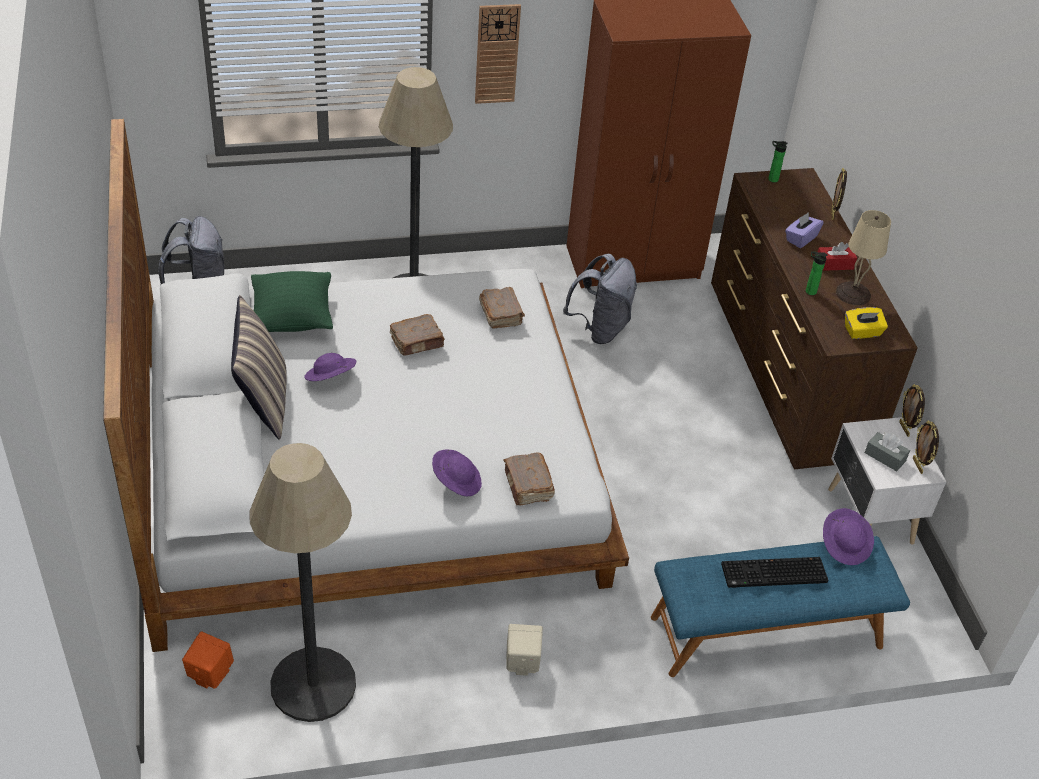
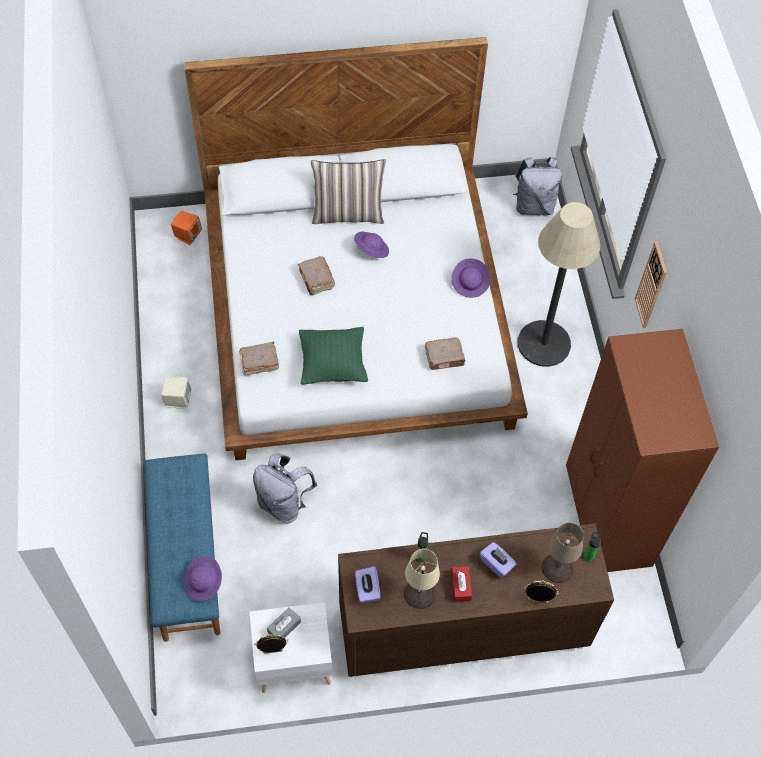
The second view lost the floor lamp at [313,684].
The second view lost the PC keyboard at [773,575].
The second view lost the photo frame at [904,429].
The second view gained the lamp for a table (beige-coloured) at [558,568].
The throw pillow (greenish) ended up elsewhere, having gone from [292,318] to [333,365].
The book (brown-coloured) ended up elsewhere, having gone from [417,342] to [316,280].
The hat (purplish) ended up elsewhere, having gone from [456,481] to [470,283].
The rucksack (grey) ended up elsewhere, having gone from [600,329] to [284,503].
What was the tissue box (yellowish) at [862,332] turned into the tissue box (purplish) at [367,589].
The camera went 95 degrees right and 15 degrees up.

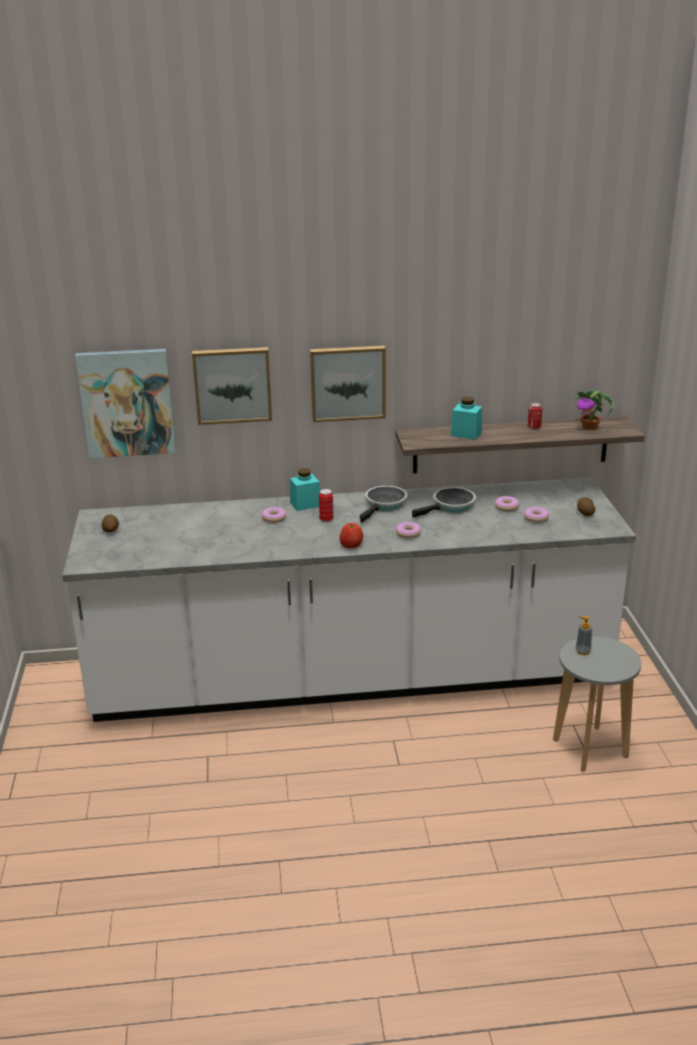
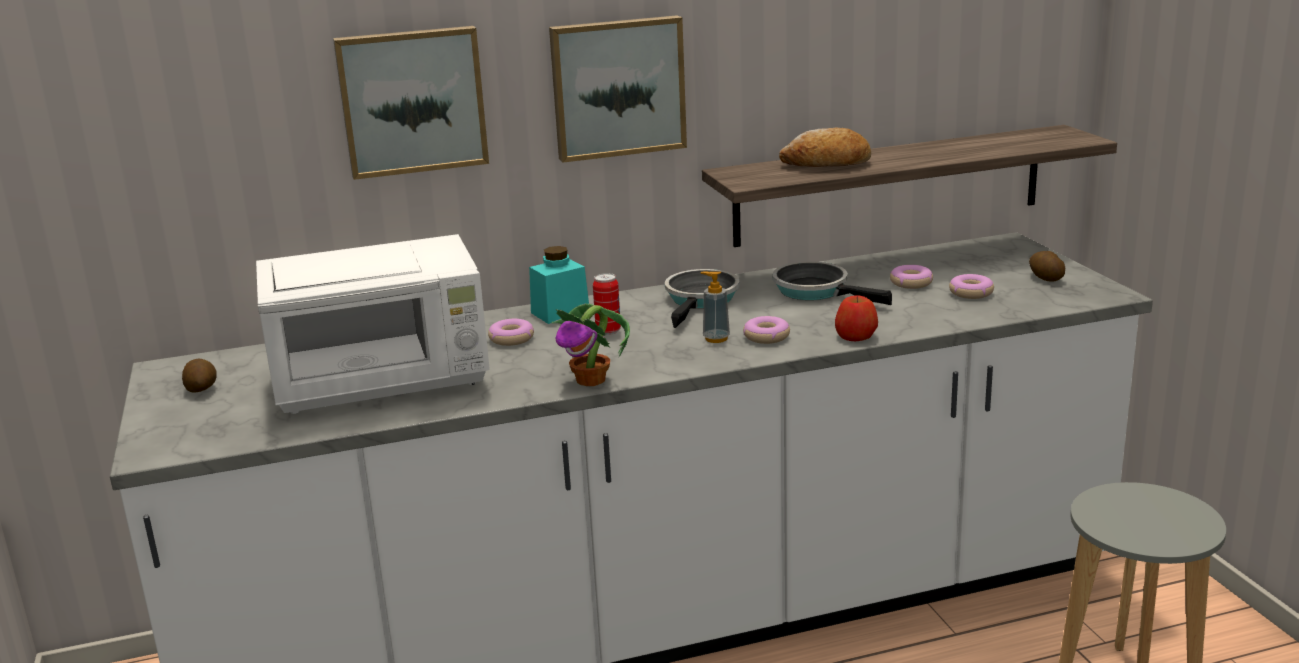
The second view lost the wall picture at [127,403].
The second view lost the can at [534,427].
The second view gained the kitchen microwave (whitish) at [384,382].
The apple ended up elsewhere, having gone from [351,545] to [856,336].
The houseplant ended up elsewhere, having gone from [590,427] to [592,380].
The liquid soap bottle ended up elsewhere, having gone from [583,651] to [716,338].
Where the preserve jar (turquoise-coloured) stood at [466,434], the bakery bread came to stand at [826,164].
The skillet at [451,506] ended up facing another way, 90 degrees counterclockwise from before.
The camera went 10 degrees left and 5 degrees down.

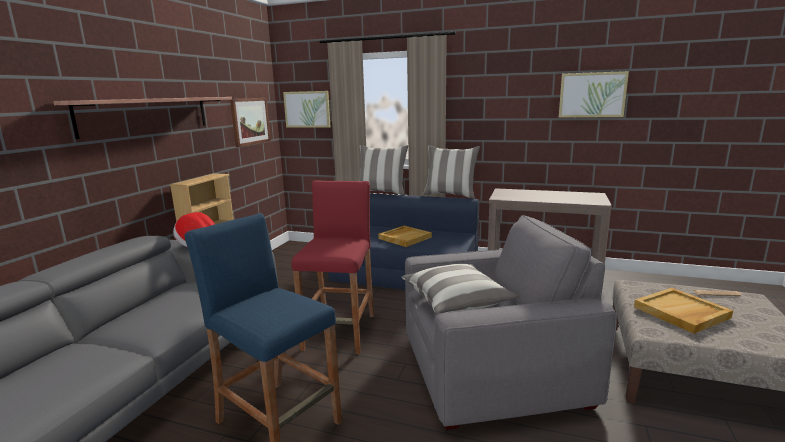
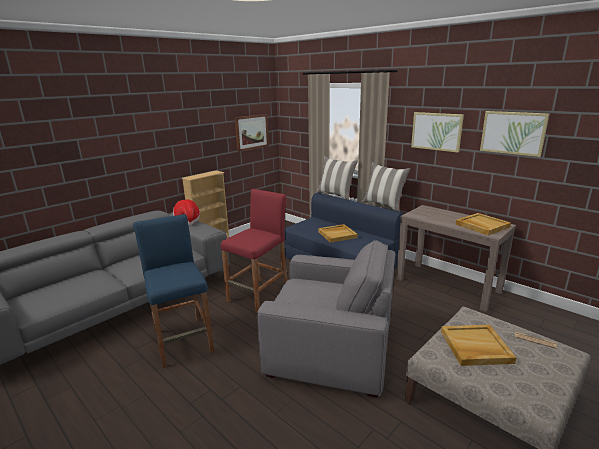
The second view lost the shelf at [147,115].
The second view lost the throw pillow at [456,301].
The second view gained the tray (beige-coloured) at [481,225].
The wall picture ended up elsewhere, having gone from [307,109] to [436,131].
The camera went 25 degrees right and 5 degrees up.

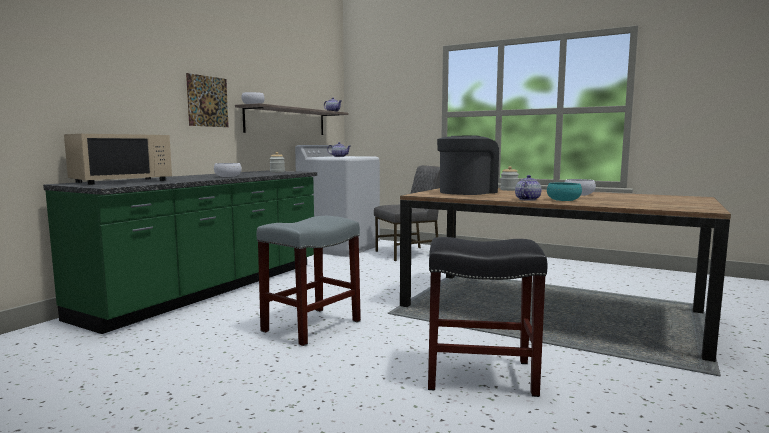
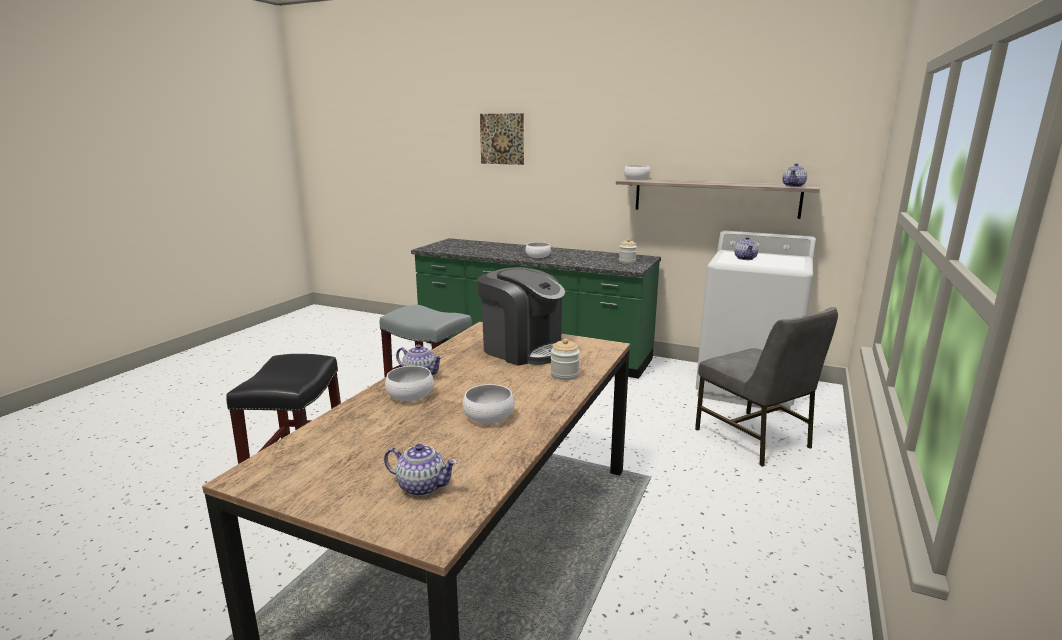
The second view lost the kitchen microwave (beige-coloured) at [121,181].
The second view gained the tea pot at [421,486].
The wall picture ended up elsewhere, having gone from [208,101] to [502,139].
What was the deep dish (turquoise-coloured) at [563,200] turned into the deep dish (whitish) at [410,395].
The camera went 85 degrees right and 10 degrees up.

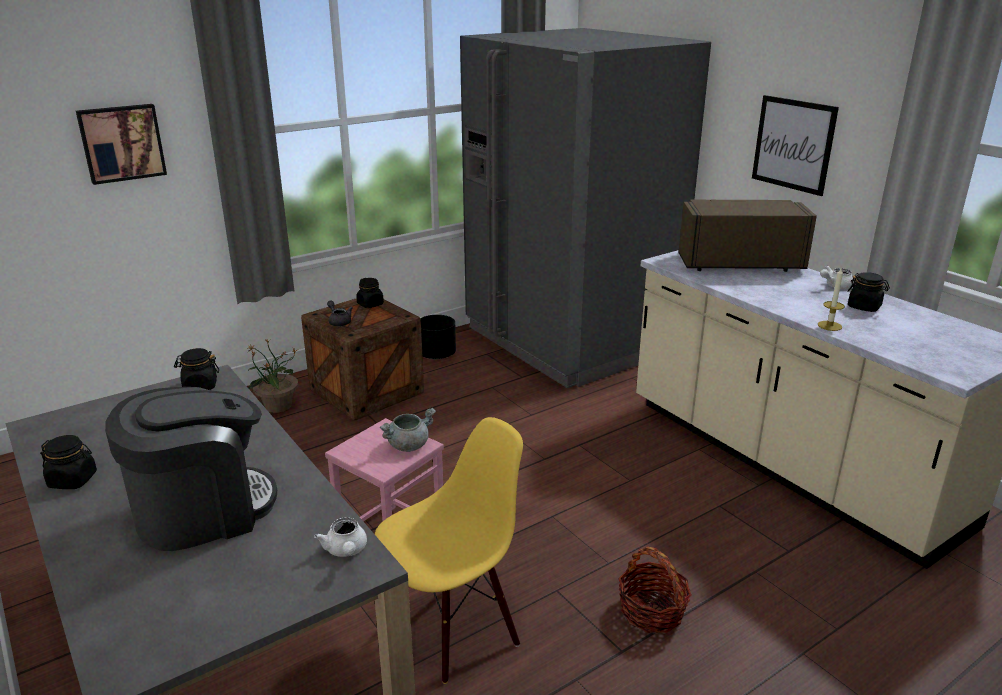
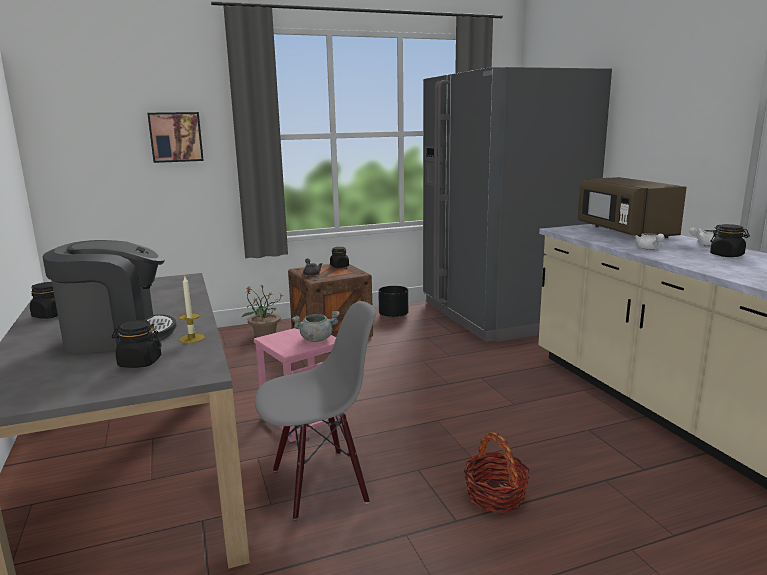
The second view lost the wall picture at [793,144].
The preserve jar (black) ended up elsewhere, having gone from [200,386] to [139,362].
The tea pot (whitish) ended up elsewhere, having gone from [346,551] to [649,249].
The wax light ended up elsewhere, having gone from [829,326] to [192,338].
What was the chair (yellowish) at [453,629] turned into the chair (grey) at [320,484].
The kitchen microwave (brown-coloured) at [739,263] ended up facing another way, 120 degrees counterclockwise from before.
The camera went 15 degrees right and 10 degrees down.

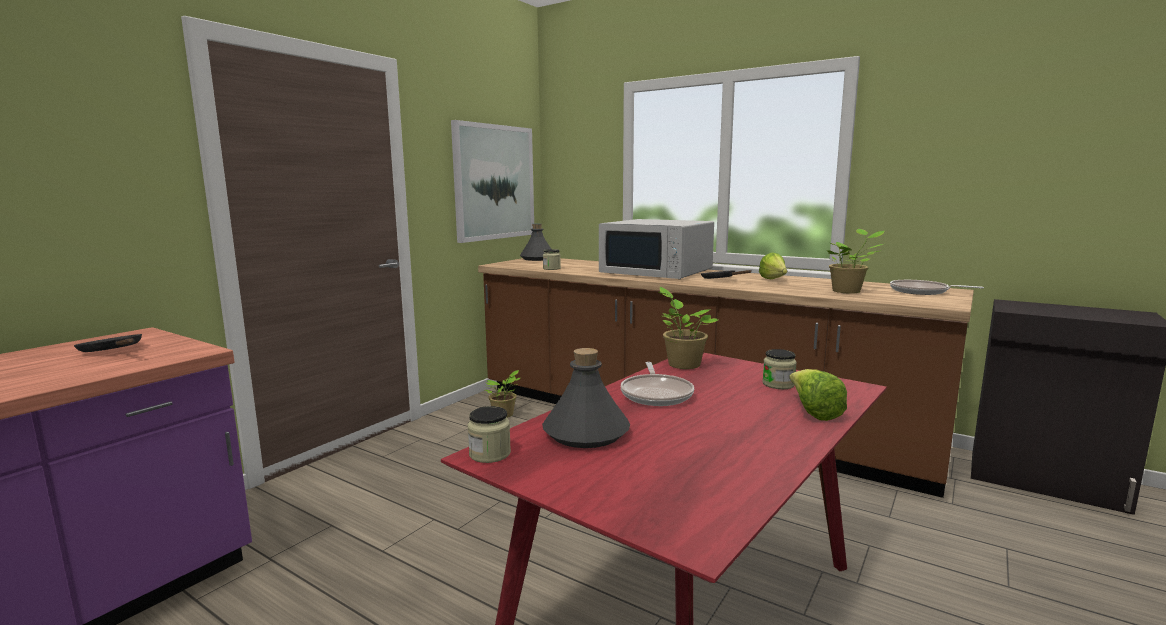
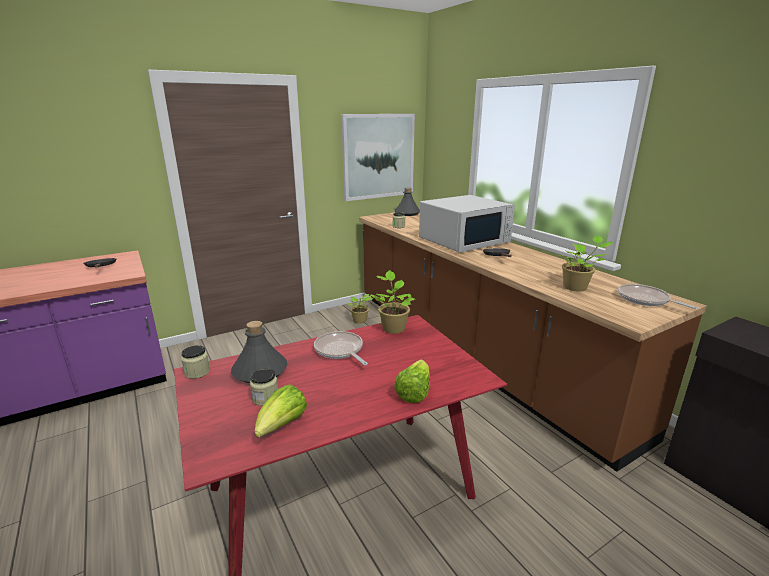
The head of lettuce ended up elsewhere, having gone from [774,280] to [282,426].
The preserve jar ended up elsewhere, having gone from [778,384] to [265,398].
The kitchen microwave (whitish) at [657,272] ended up facing another way, 90 degrees counterclockwise from before.
The skillet at [656,394] ended up facing another way, 120 degrees clockwise from before.
The camera went 25 degrees right and 10 degrees up.

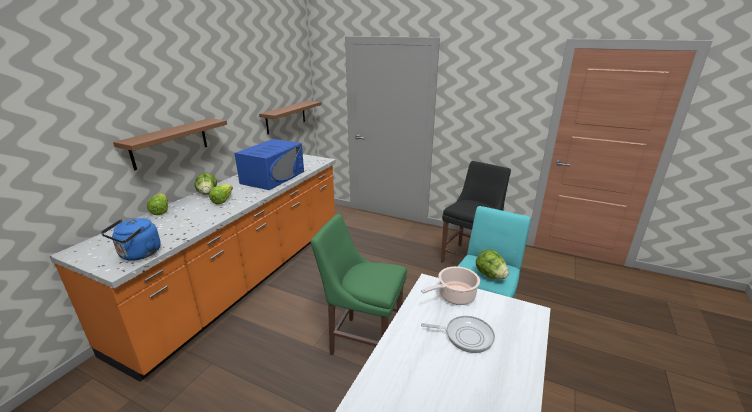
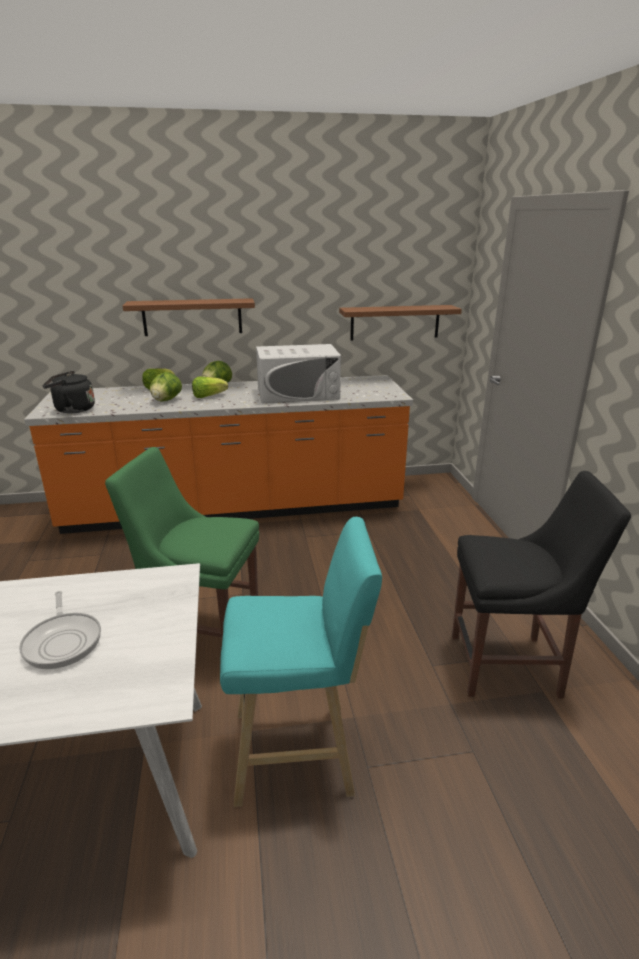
The second view lost the saucepot at [454,296].
The head of lettuce ended up elsewhere, having gone from [490,275] to [166,400].
What was the kettle (bluish) at [138,254] turned into the kettle (black) at [72,410].
What was the kitchen microwave (bluish) at [273,177] turned into the kitchen microwave (whitish) at [298,393].
The chair (greenish) at [362,340] ended up facing another way, 60 degrees counterclockwise from before.
The camera went 55 degrees right and 0 degrees up.

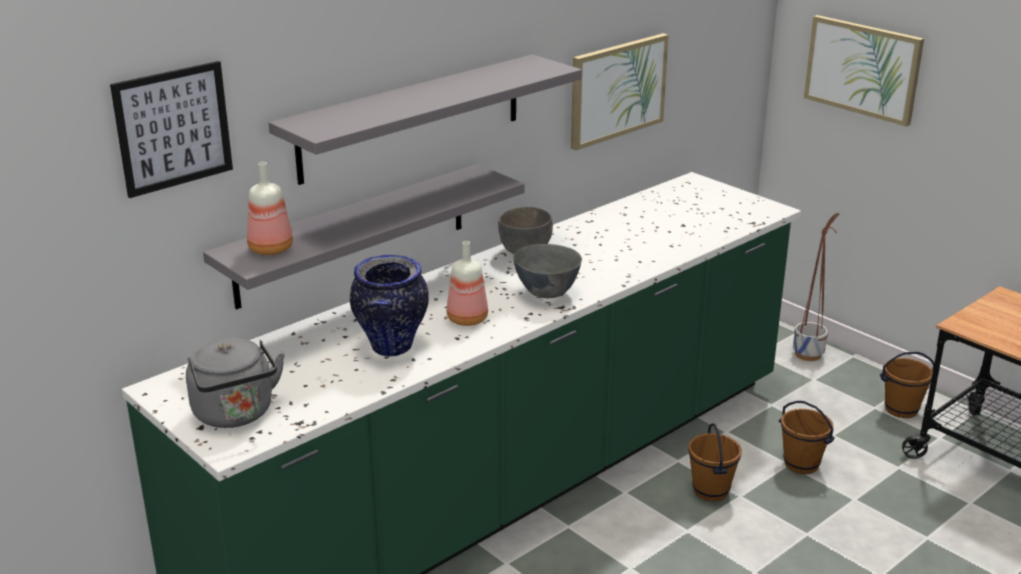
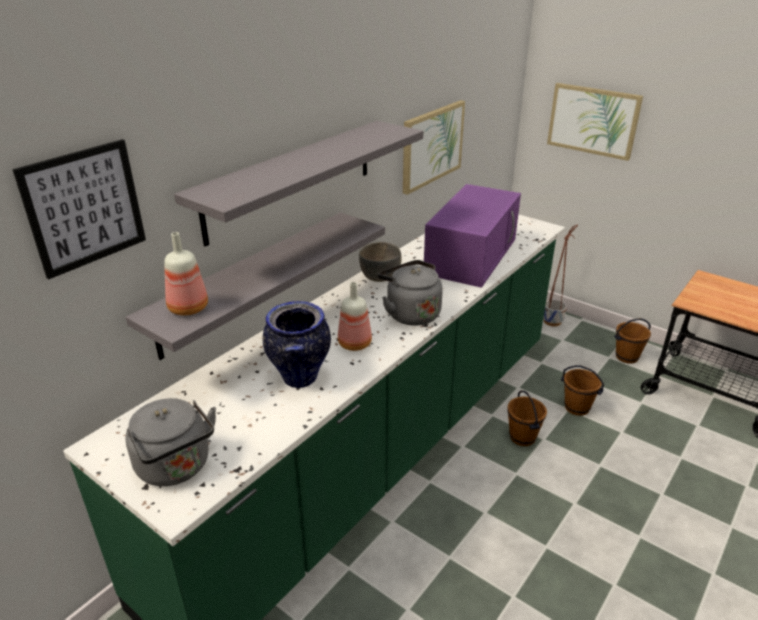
The second view gained the kitchen microwave (purplish) at [471,255].
Where the deep dish (grey) stood at [547,294], the kettle (grey) came to stand at [410,313].
The camera went 10 degrees left and 5 degrees up.

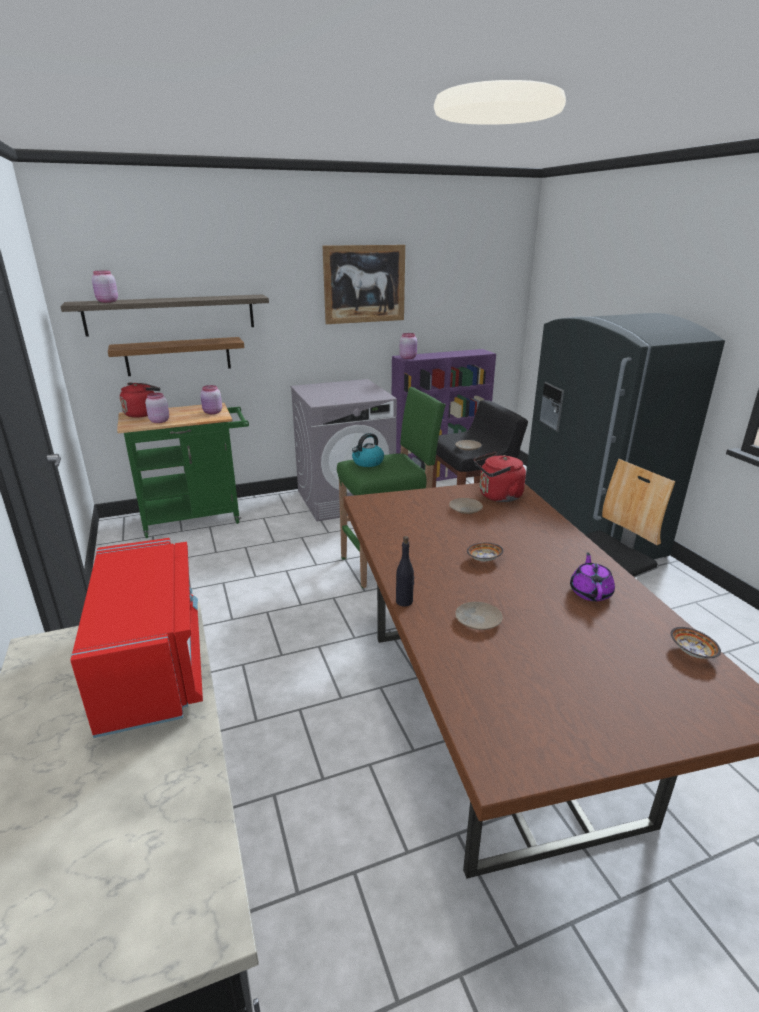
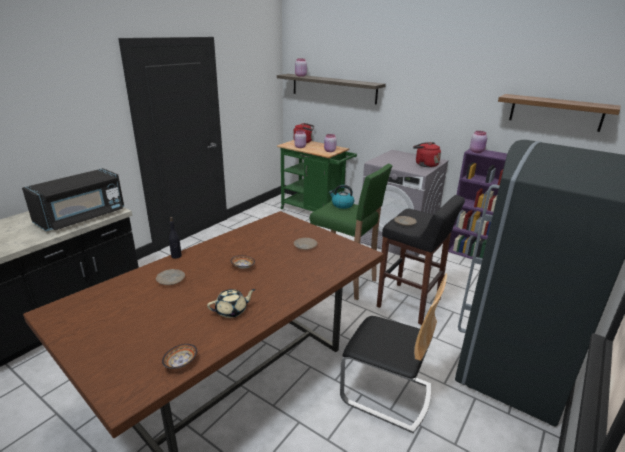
The second view lost the wall picture at [364,284].
The shelf ended up elsewhere, having gone from [178,356] to [555,112].
The kettle (red) ended up elsewhere, having gone from [497,496] to [425,164].
What was the kitchen microwave (red) at [152,664] turned into the kitchen microwave (black) at [82,217].
What was the tea pot (purplish) at [590,592] turned into the tea pot (beige-coloured) at [232,311].
The camera went 55 degrees right and 0 degrees up.

